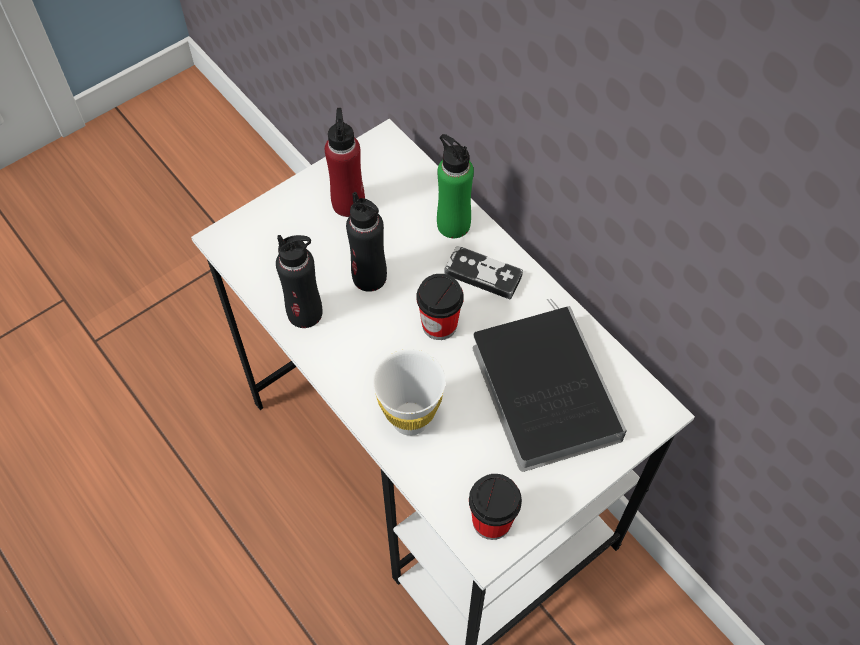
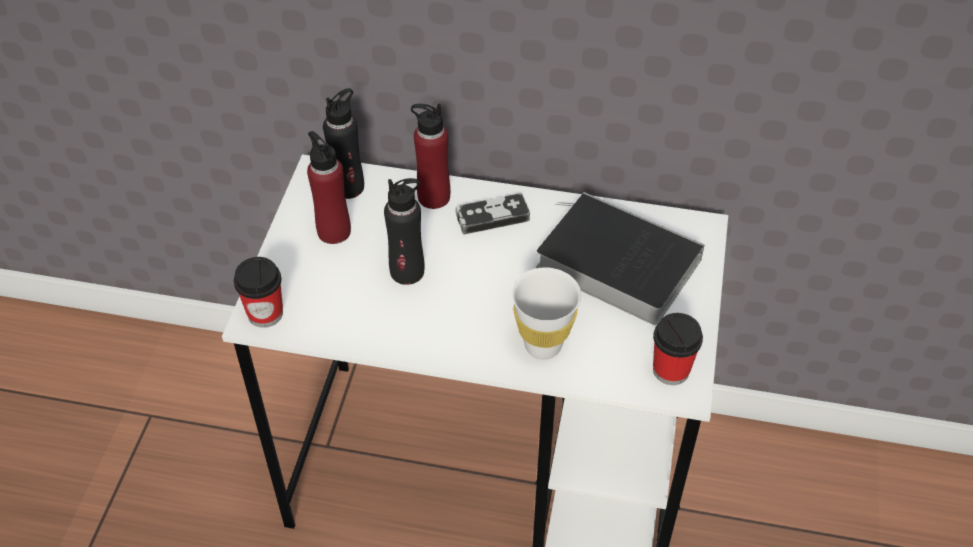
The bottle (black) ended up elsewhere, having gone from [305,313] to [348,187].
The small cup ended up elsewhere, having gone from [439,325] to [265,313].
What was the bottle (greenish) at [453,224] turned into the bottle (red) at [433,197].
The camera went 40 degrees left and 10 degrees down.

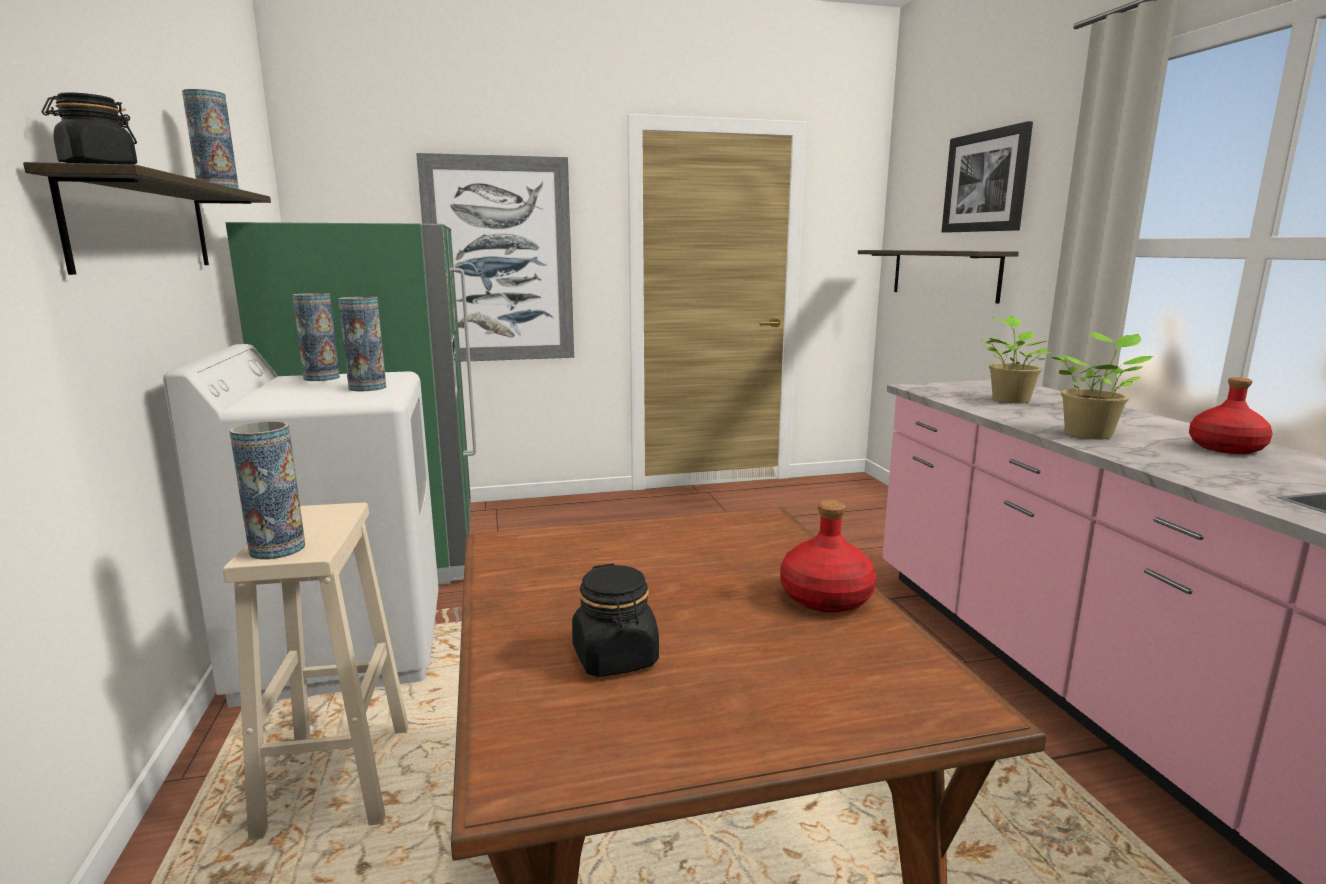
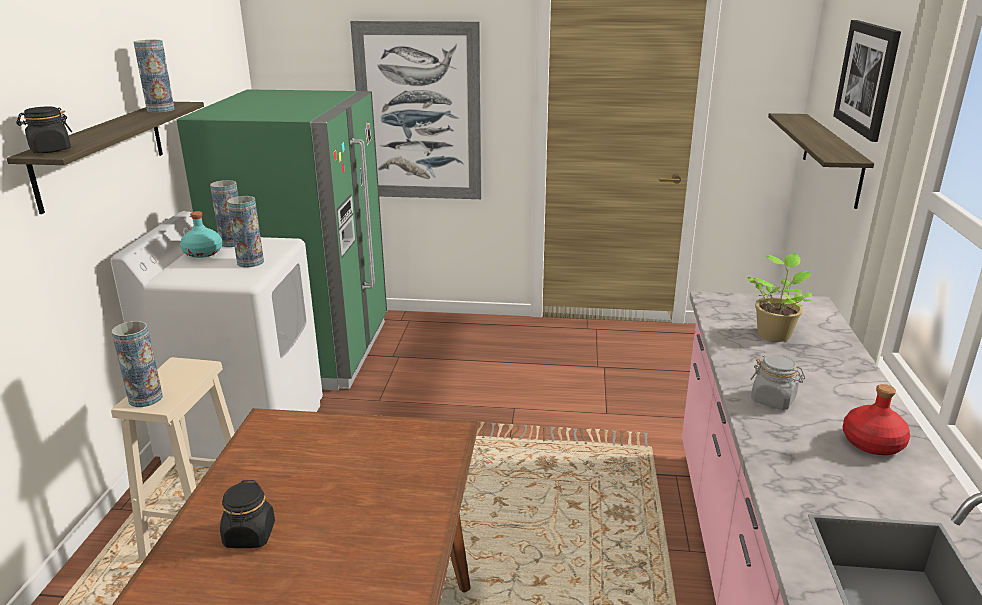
The second view lost the bottle (red) at [825,597].
The second view gained the bottle (turquoise-coloured) at [202,253].
Where the houseplant stood at [1090,434], the preserve jar (grey) came to stand at [773,400].
The camera went 20 degrees right and 10 degrees up.

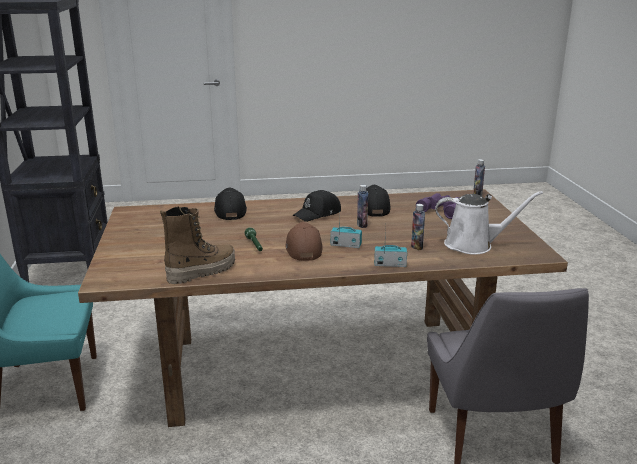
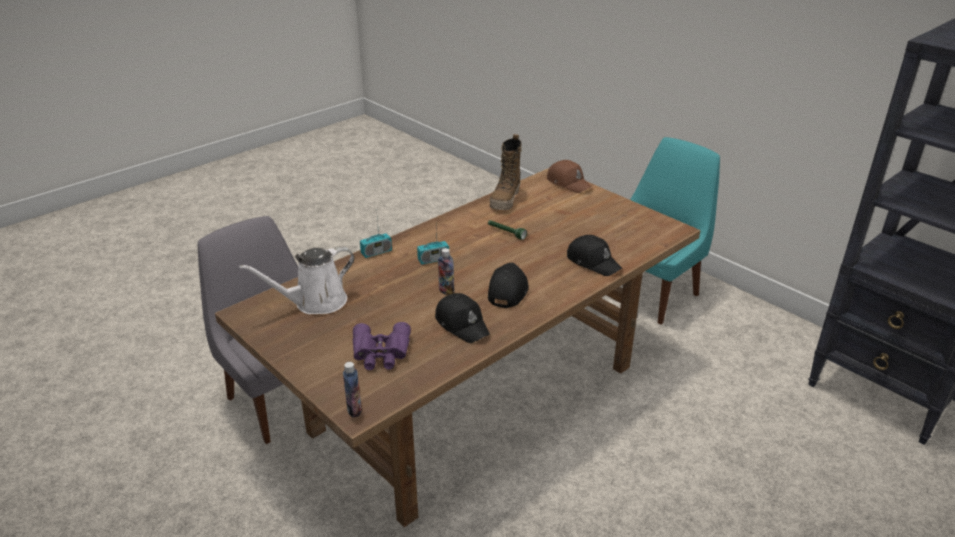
The second view lost the bottle at [416,247].
The cap (brown-coloured) ended up elsewhere, having gone from [303,249] to [568,183].
The camera went 145 degrees right and 10 degrees up.

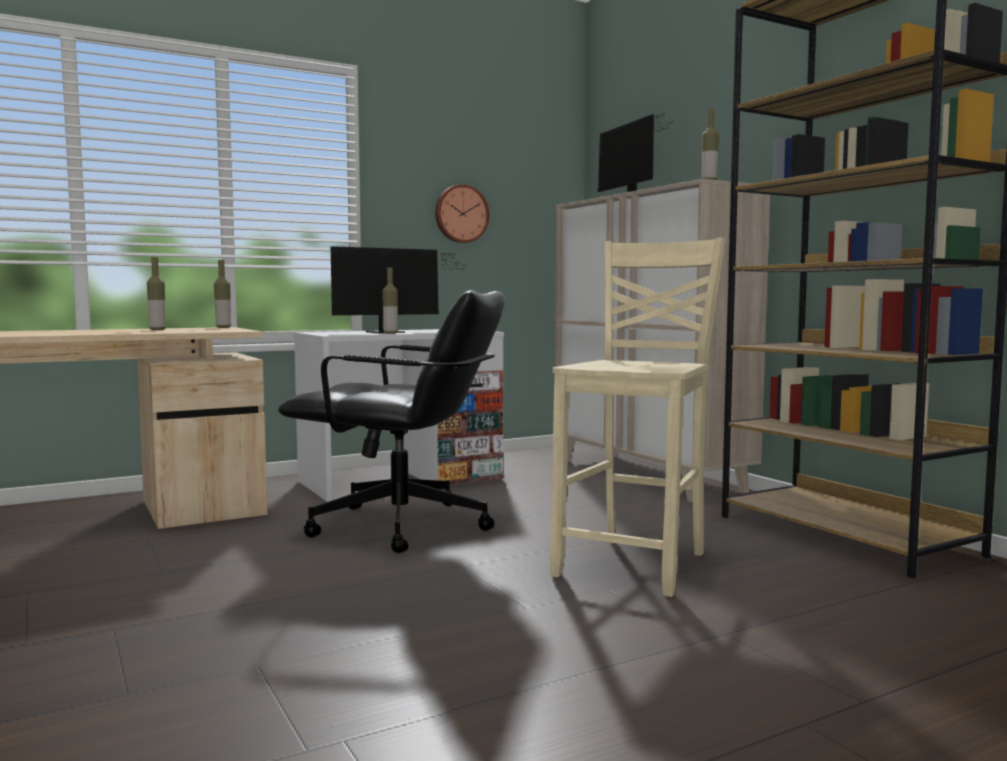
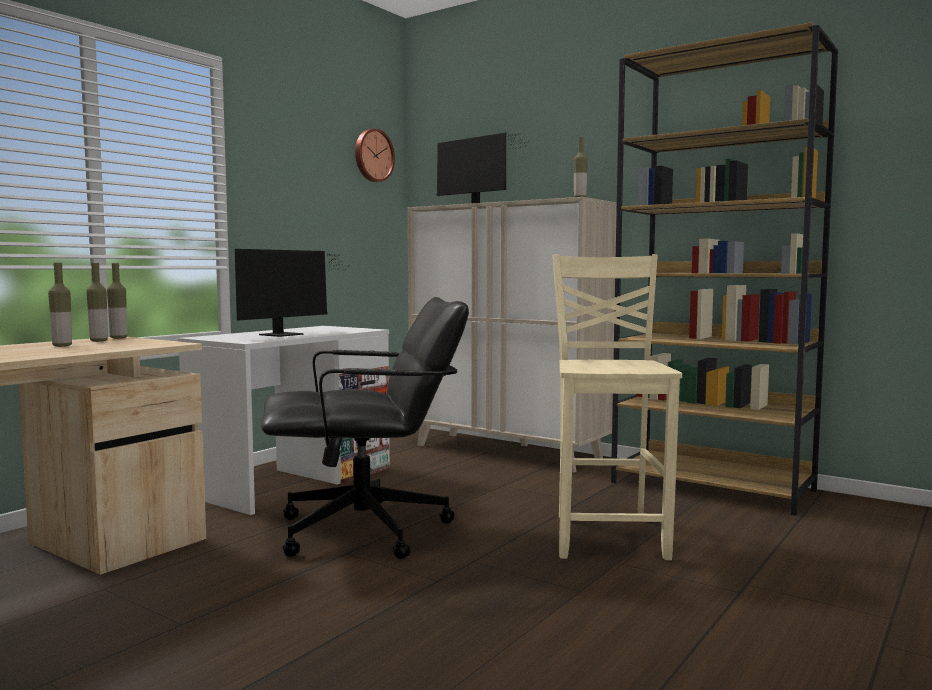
The bottle ended up elsewhere, having gone from [390,333] to [99,341].
The clock on the wall ended up elsewhere, having gone from [461,214] to [373,155].
The camera went 25 degrees left and 0 degrees up.

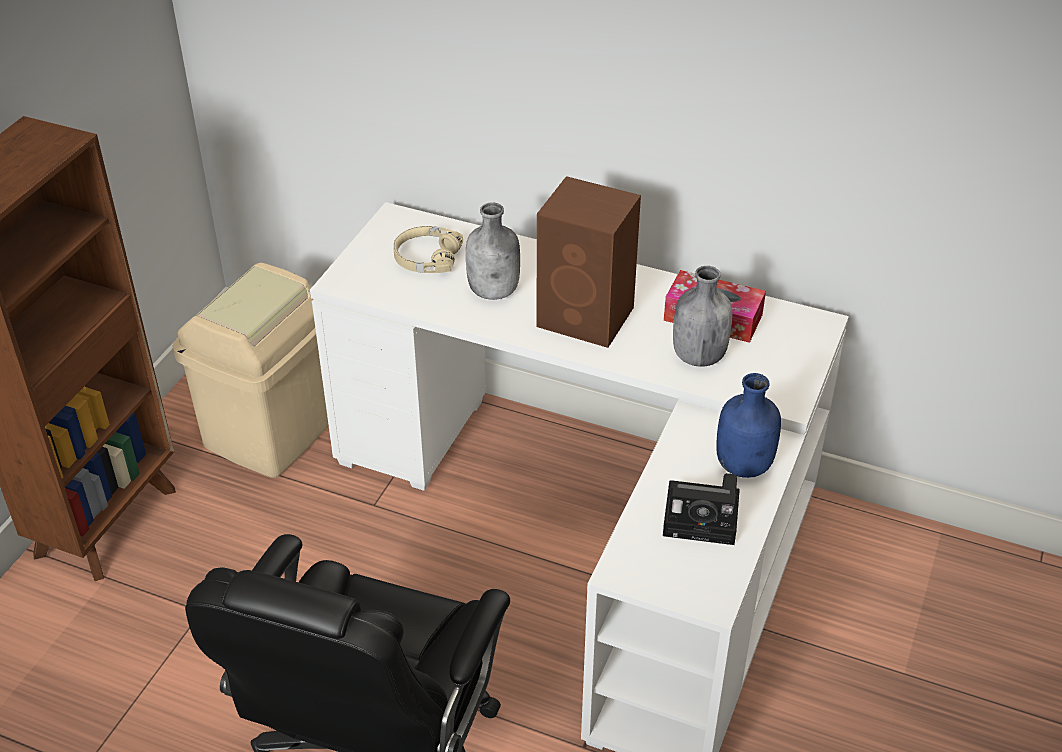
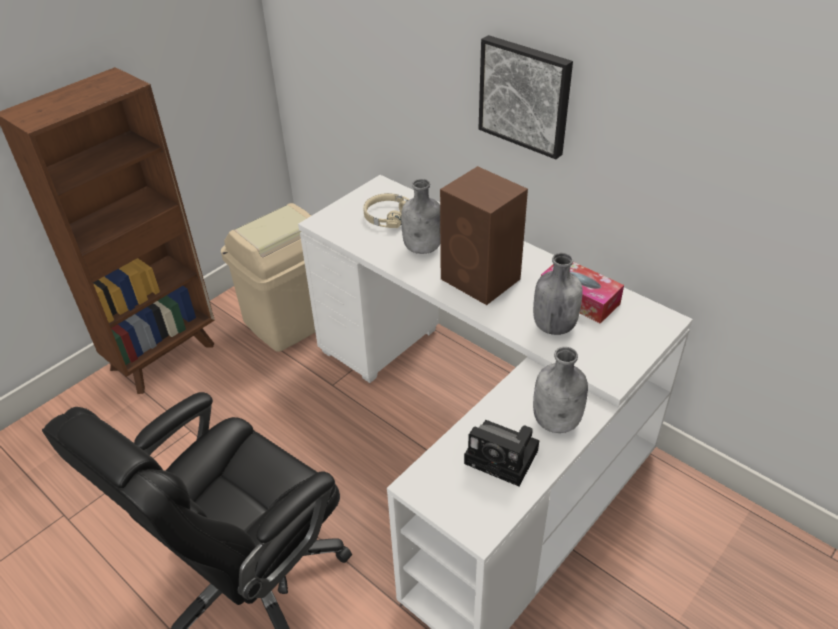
The second view gained the wall picture at [525,95].
What was the bottle (bluish) at [745,465] turned into the bottle (grey) at [557,421].
The camera went 20 degrees right and 0 degrees up.

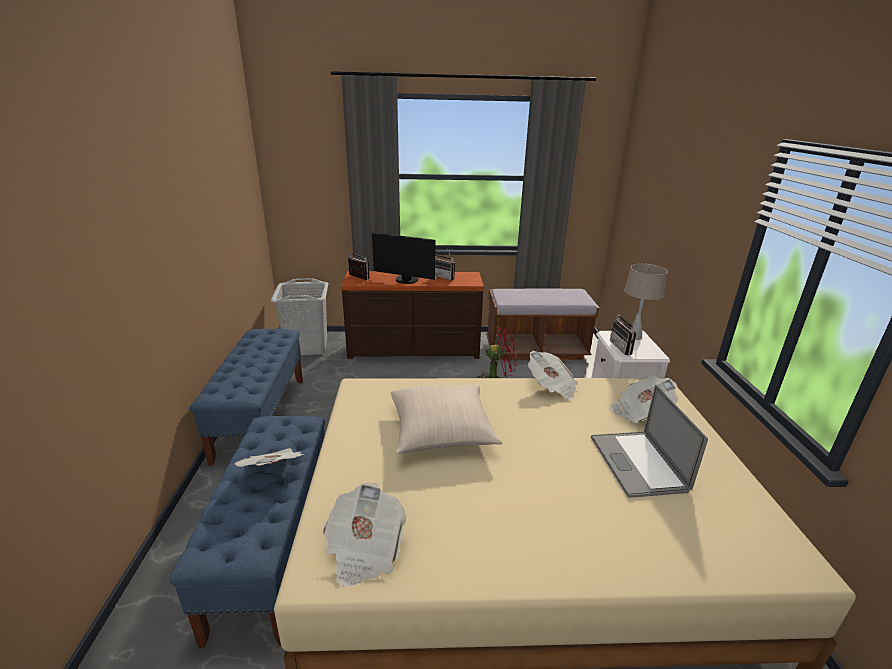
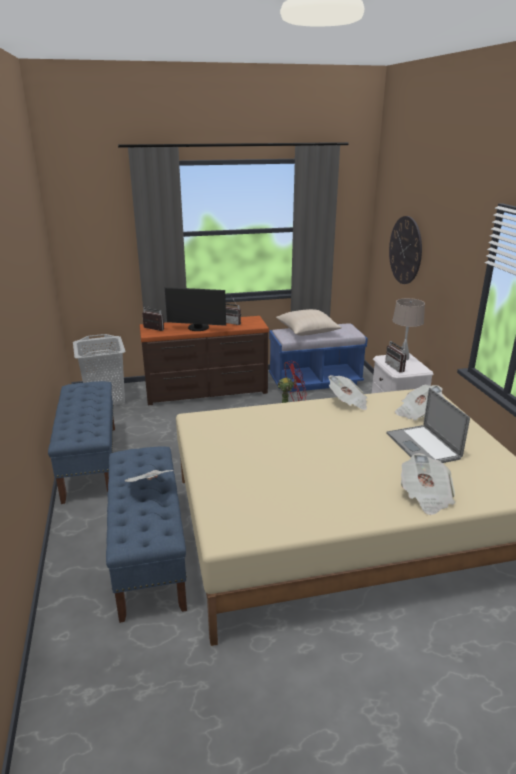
The second view gained the clock on the wall at [405,250].
The printed paper ended up elsewhere, having gone from [364,550] to [425,496].
The throw pillow (beige-coloured) ended up elsewhere, having gone from [442,431] to [307,331].
What was the bench (brown-coloured) at [536,350] turned into the bench (bluish) at [315,381].
The camera went 10 degrees left and 0 degrees up.

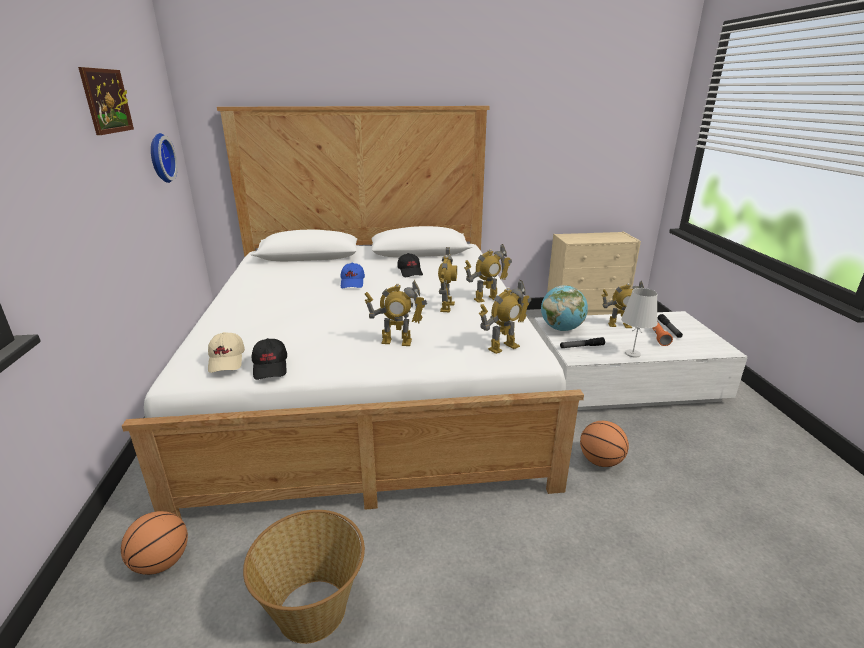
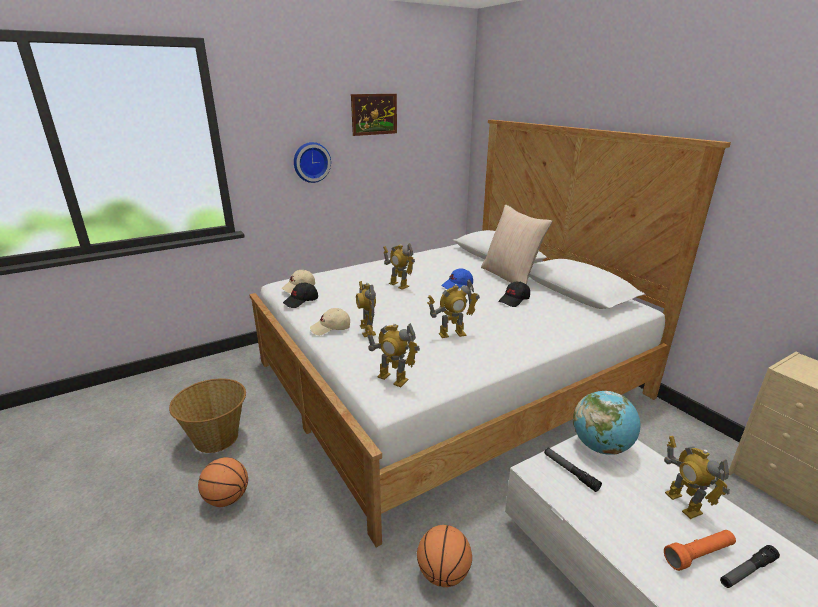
The second view lost the lamp for a table (whitish) at [633,353].
The second view gained the cap (beige-coloured) at [331,328].
The second view gained the throw pillow (beige-coloured) at [510,277].
The ball for basketball ended up elsewhere, having gone from [161,562] to [227,498].
The clock on the wall ended up elsewhere, having gone from [159,158] to [311,162].
The toy robot ended up elsewhere, having gone from [486,299] to [398,285].
The camera went 65 degrees right and 0 degrees up.

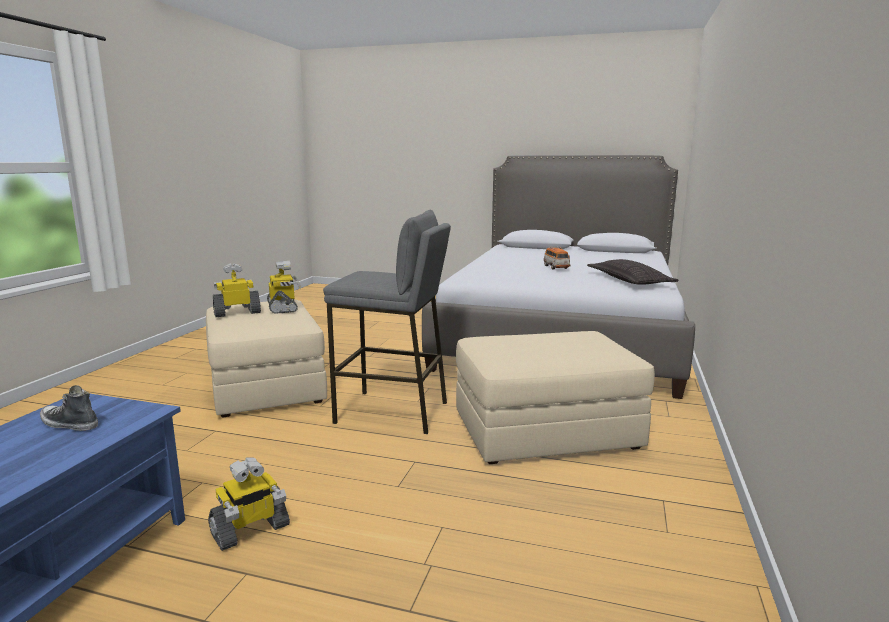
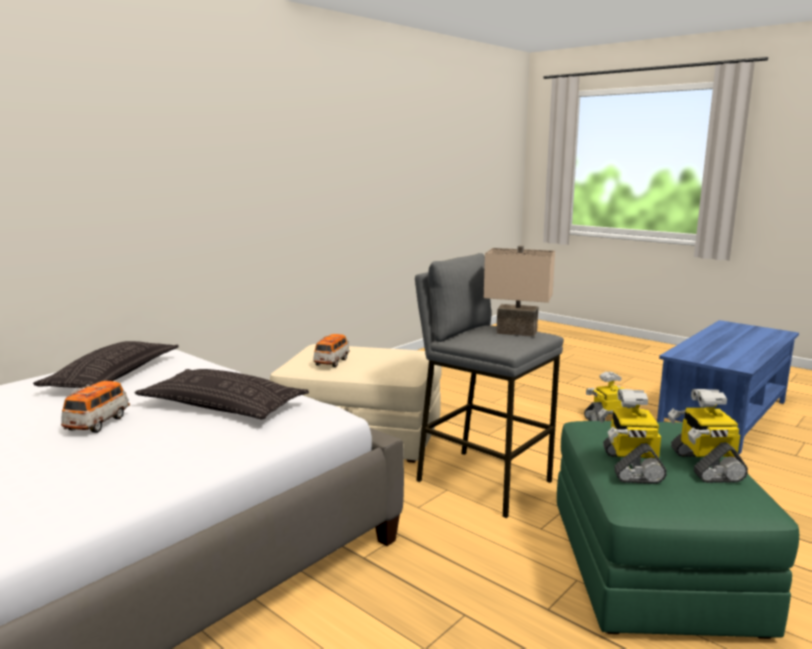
The second view lost the low shoe at [69,424].
The second view gained the throw pillow at [222,405].
The second view gained the toy car at [332,362].
The second view gained the lamp for a table (beige-coloured) at [517,331].
What was the ottoman (beige-coloured) at [265,386] turned into the ottoman (greenish) at [652,567].
The toy robot at [237,313] ended up facing another way, 90 degrees clockwise from before.
The camera went 155 degrees left and 0 degrees up.

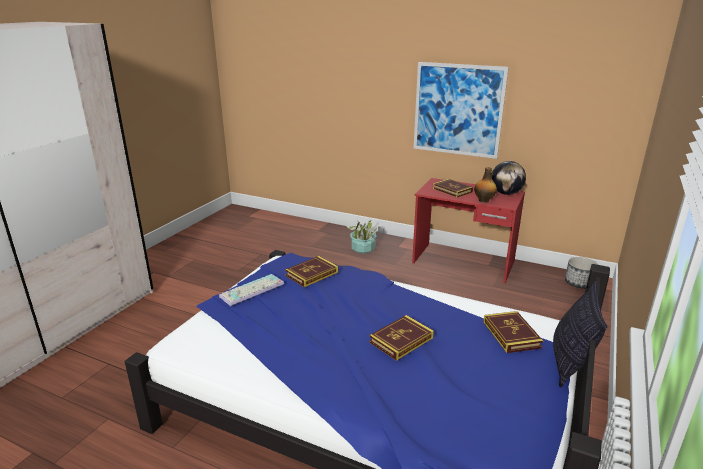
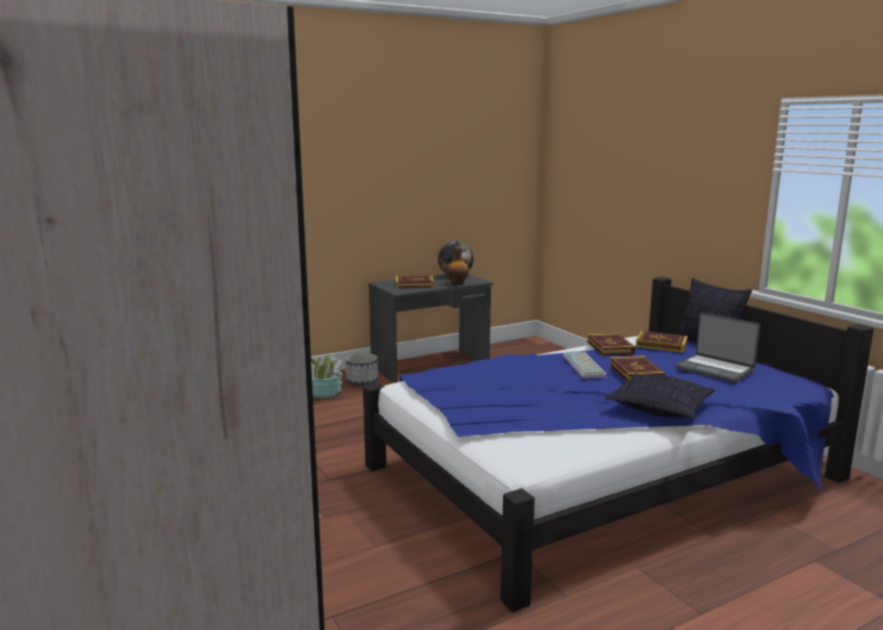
The second view lost the wall picture at [458,110].
The second view gained the throw pillow at [660,408].
The second view gained the portable computer at [715,369].
The PC keyboard ended up elsewhere, having gone from [252,291] to [585,366].
The book ended up elsewhere, having gone from [312,274] to [610,347].
The flower pot ended up elsewhere, having gone from [579,283] to [362,382].
What was the desk unit (red) at [463,262] turned into the desk unit (grey) at [431,366].
The camera went 55 degrees left and 10 degrees down.

